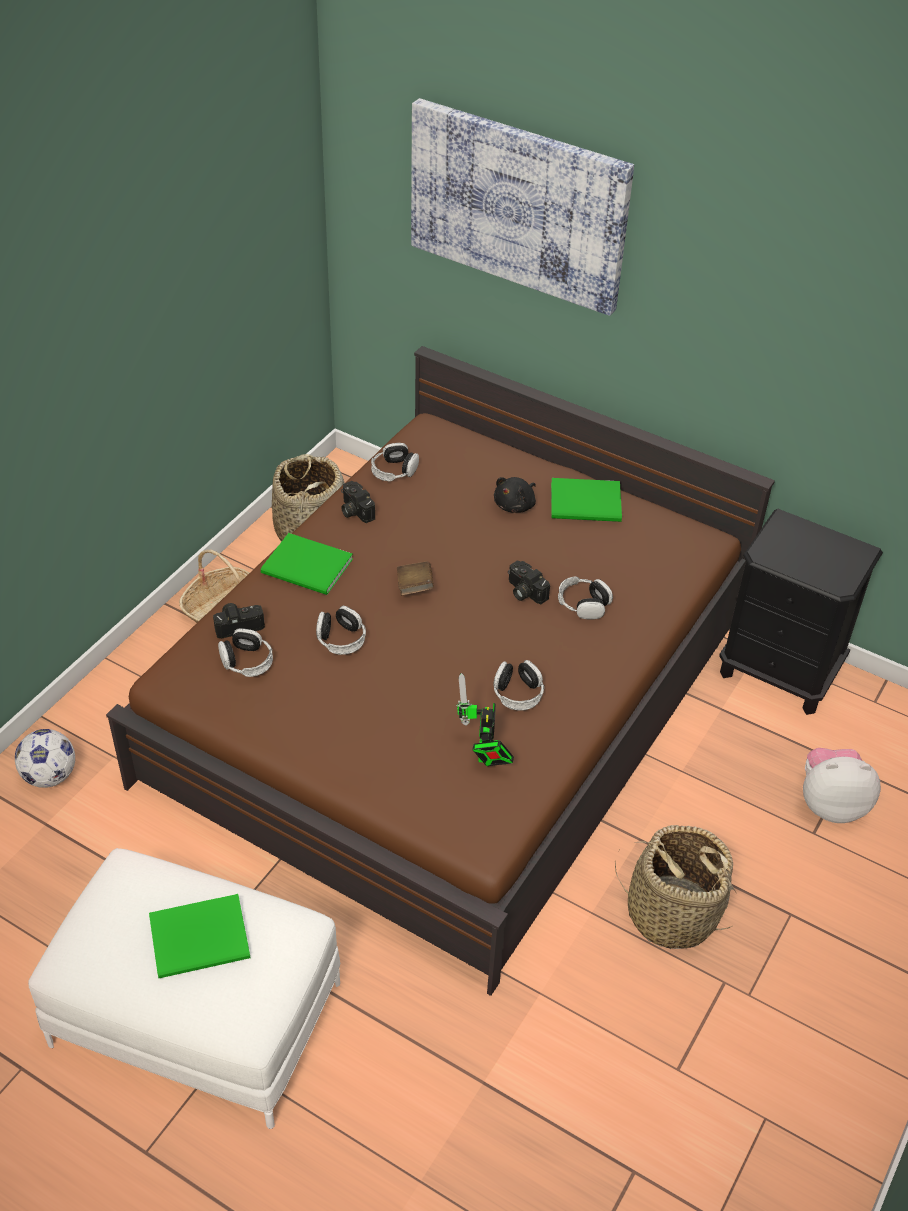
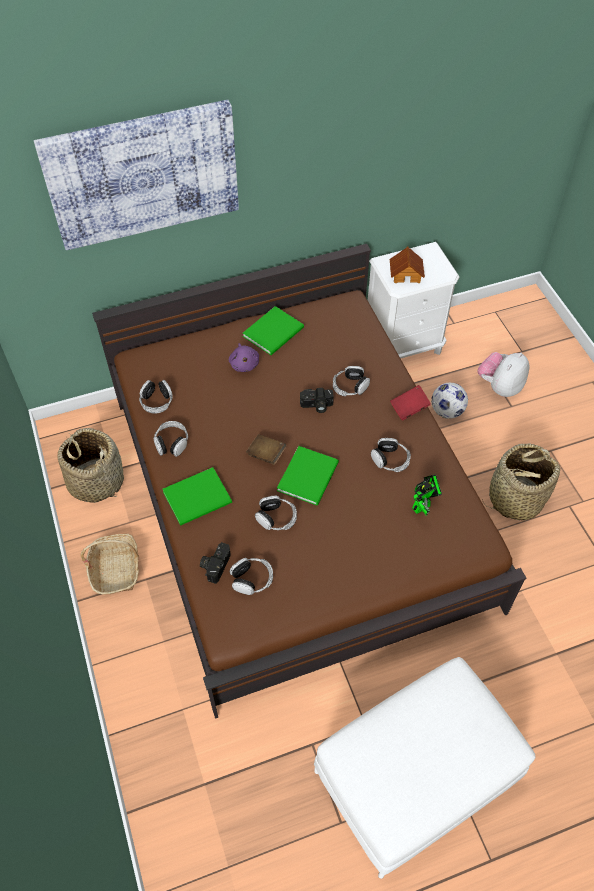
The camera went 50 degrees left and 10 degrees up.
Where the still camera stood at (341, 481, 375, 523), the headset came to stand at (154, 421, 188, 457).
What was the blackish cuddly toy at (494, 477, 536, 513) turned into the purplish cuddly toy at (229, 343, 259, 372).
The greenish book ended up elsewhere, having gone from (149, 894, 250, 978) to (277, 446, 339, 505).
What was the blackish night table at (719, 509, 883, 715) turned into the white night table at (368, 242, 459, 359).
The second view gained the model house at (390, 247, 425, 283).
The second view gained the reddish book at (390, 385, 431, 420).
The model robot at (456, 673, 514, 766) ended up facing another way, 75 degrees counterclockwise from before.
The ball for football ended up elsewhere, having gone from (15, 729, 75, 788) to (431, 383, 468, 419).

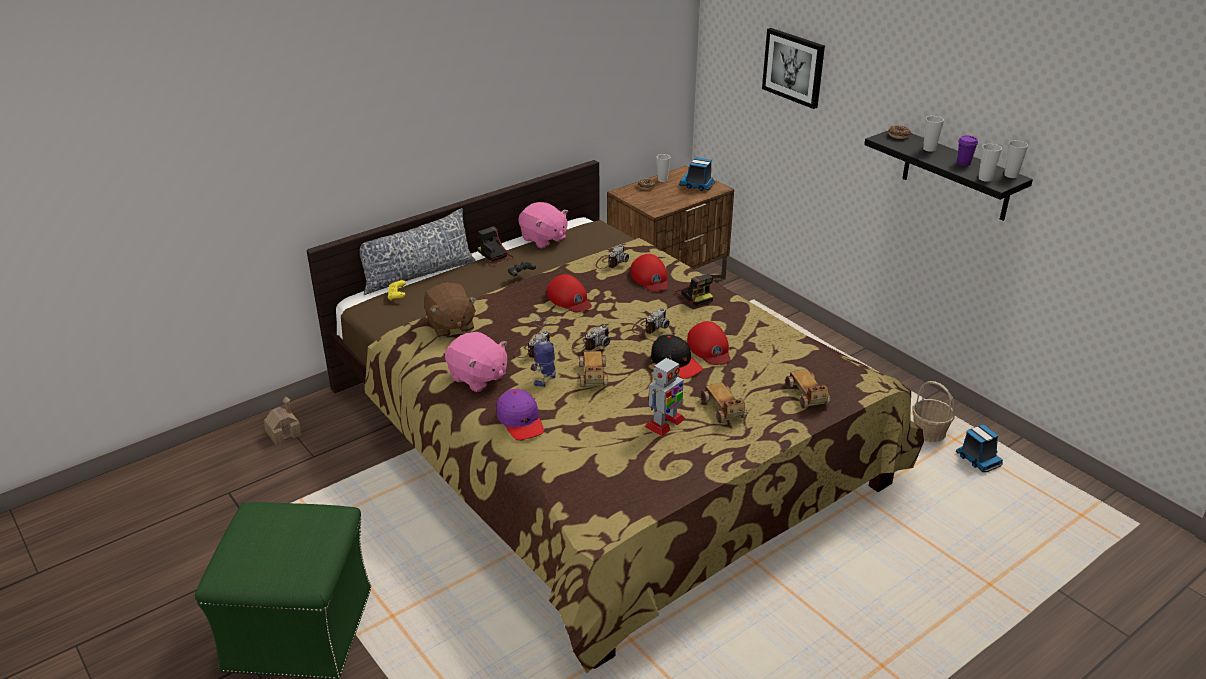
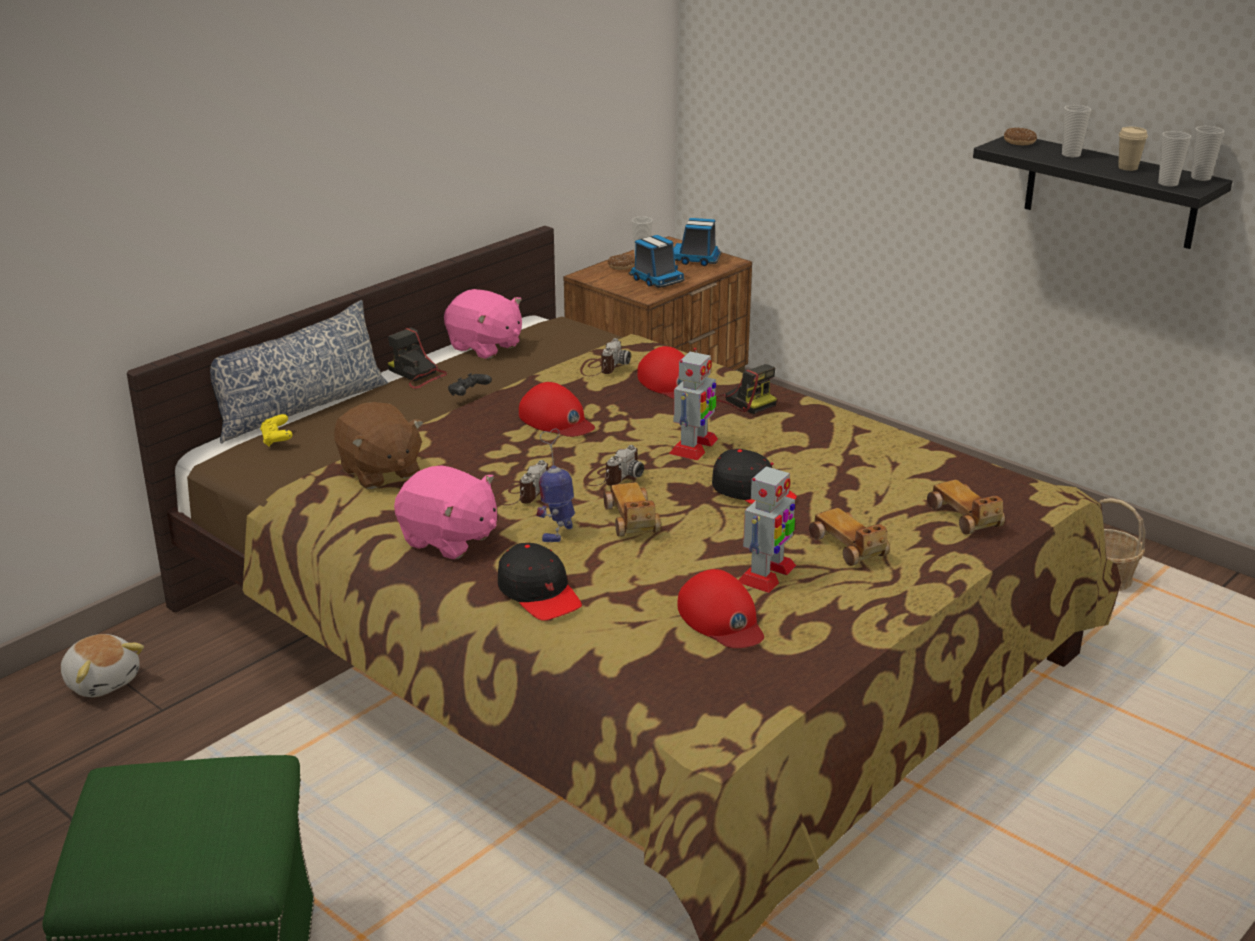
The camera went 10 degrees left and 5 degrees down.
Where the model house stood at (264, 396, 302, 446), the cuddly toy came to stand at (61, 634, 144, 697).
What was the purplish baseball cap at (497, 389, 544, 440) turned into the blackish baseball cap at (498, 543, 582, 621).
The toy truck ended up elsewhere, having gone from (956, 425, 1003, 472) to (629, 235, 684, 288).
Where the still camera stood at (632, 308, 670, 334), the model robot came to stand at (669, 348, 718, 461).
The reddish baseball cap ended up elsewhere, having gone from (687, 321, 731, 365) to (678, 569, 764, 648).
What was the purplish drinking cup at (957, 135, 978, 166) turned into the beige drinking cup at (1118, 127, 1148, 171).
The second view lost the wall art at (762, 28, 825, 109).

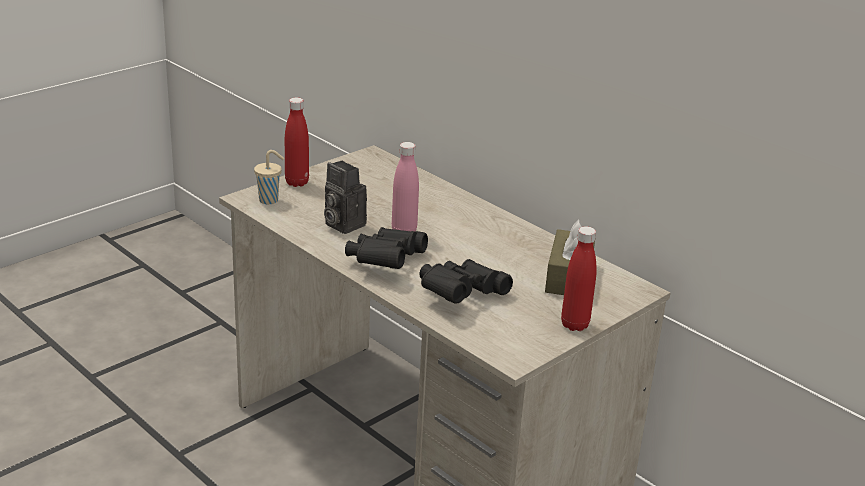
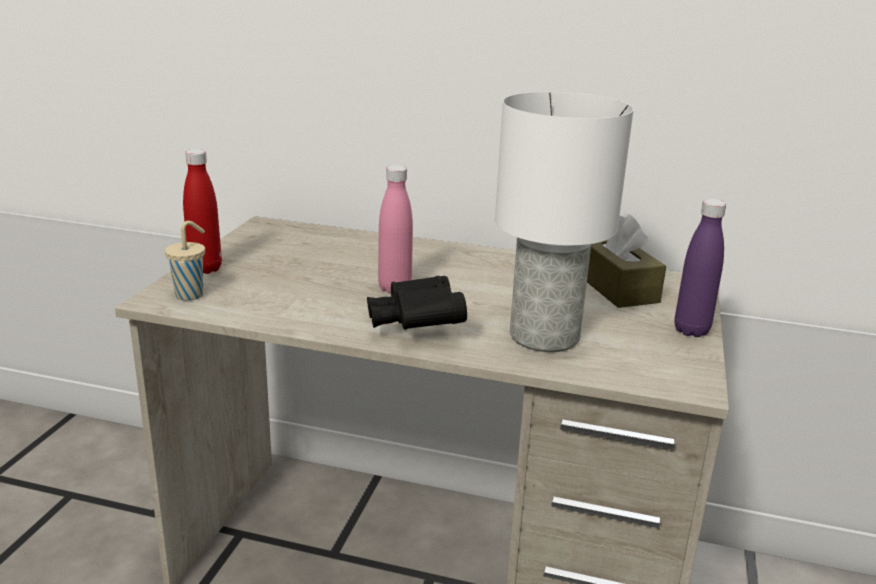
The camera went 30 degrees left and 5 degrees down.
Where the blackish pair of binoculars stood at (420, 259, 513, 304), the white table lamp came to stand at (495, 92, 634, 352).
What was the reddish bottle at (561, 226, 597, 331) turned into the purplish bottle at (674, 199, 726, 337).
The second view lost the still camera at (324, 161, 367, 234).

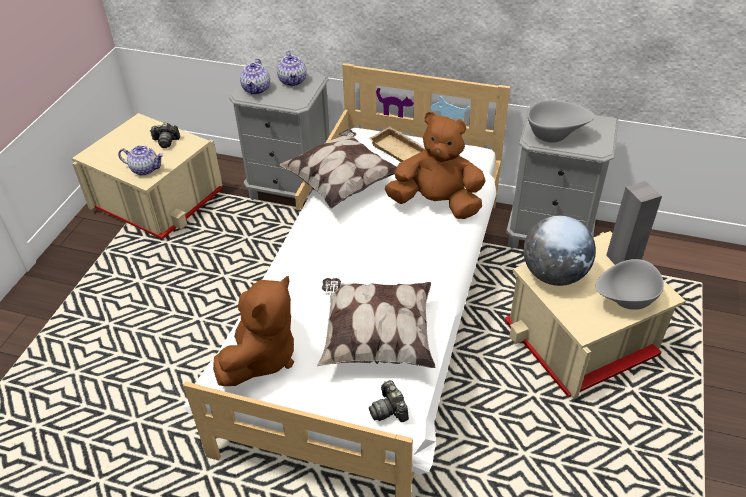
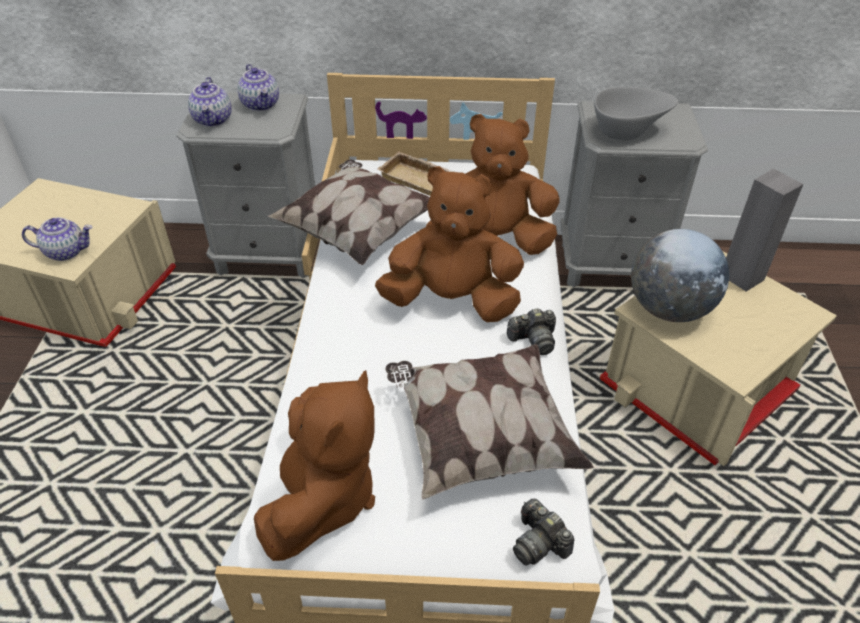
The camera went 15 degrees left and 0 degrees up.
The second view gained the brownish cuddly toy at (375, 166, 524, 322).
The still camera ended up elsewhere, having gone from (150, 123, 180, 148) to (507, 308, 556, 355).
The second view lost the grey serving bowl at (596, 259, 664, 310).

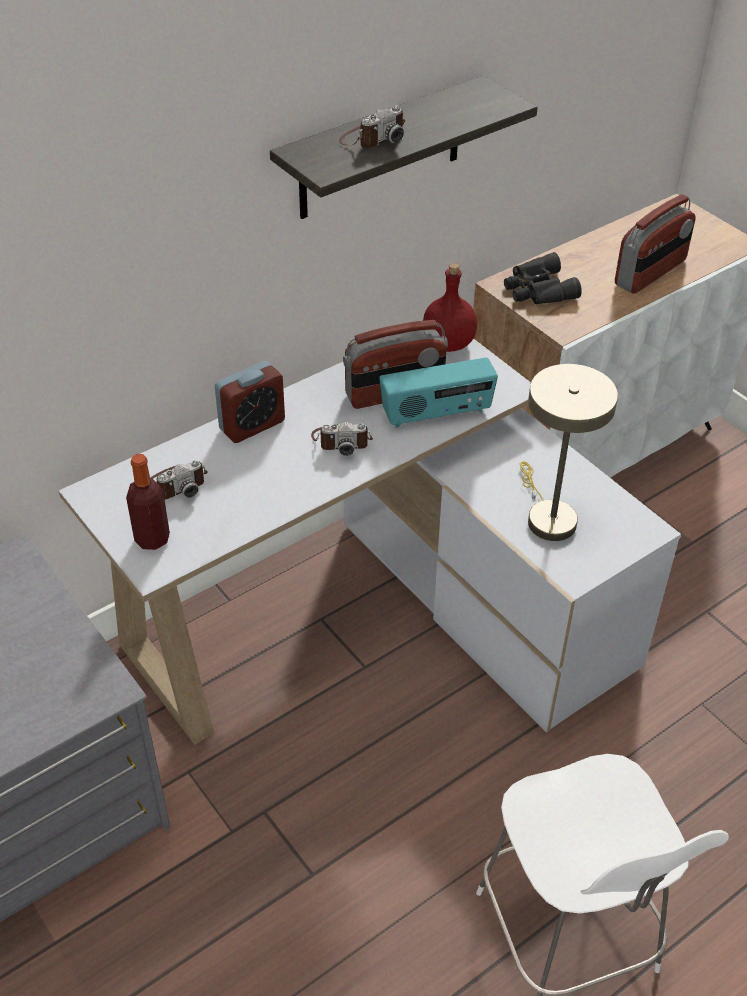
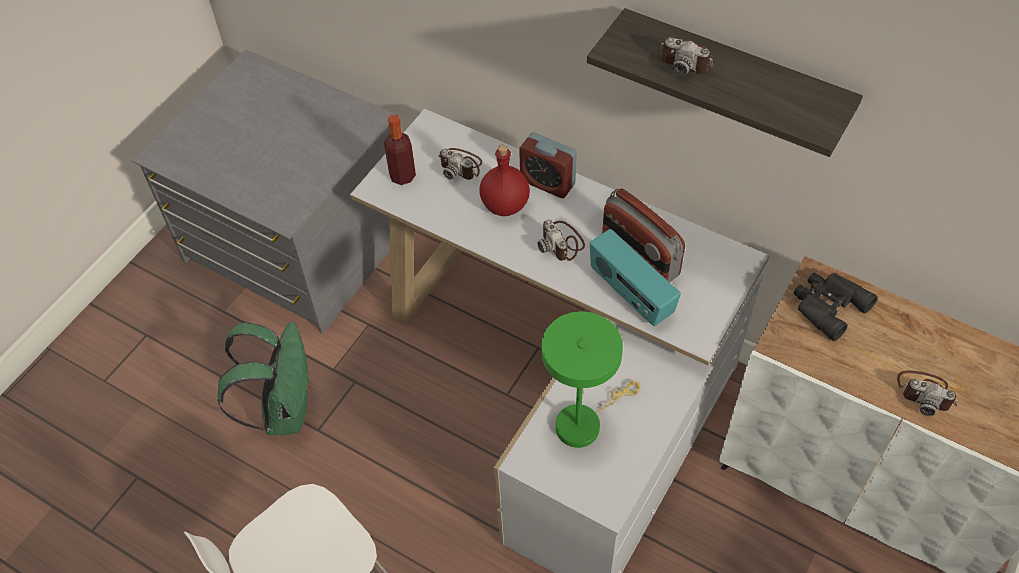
The camera went 70 degrees right and 10 degrees up.
The second view gained the greenish knapsack at (217, 322, 311, 435).
The reddish bottle ended up elsewhere, having gone from (423, 263, 477, 352) to (479, 145, 530, 216).
What was the beige table lamp at (520, 364, 618, 541) turned into the greenish table lamp at (542, 311, 640, 448).
Where the radio stood at (615, 194, 696, 294), the still camera came to stand at (897, 370, 957, 416).

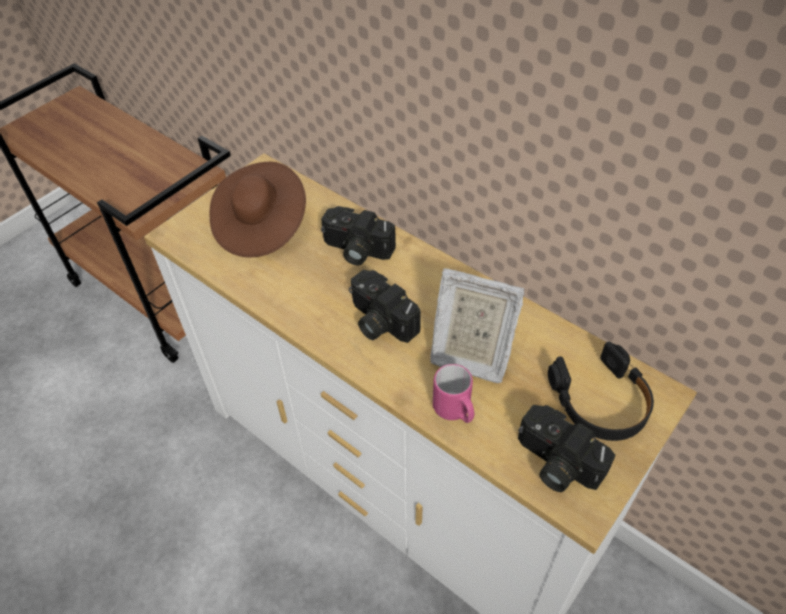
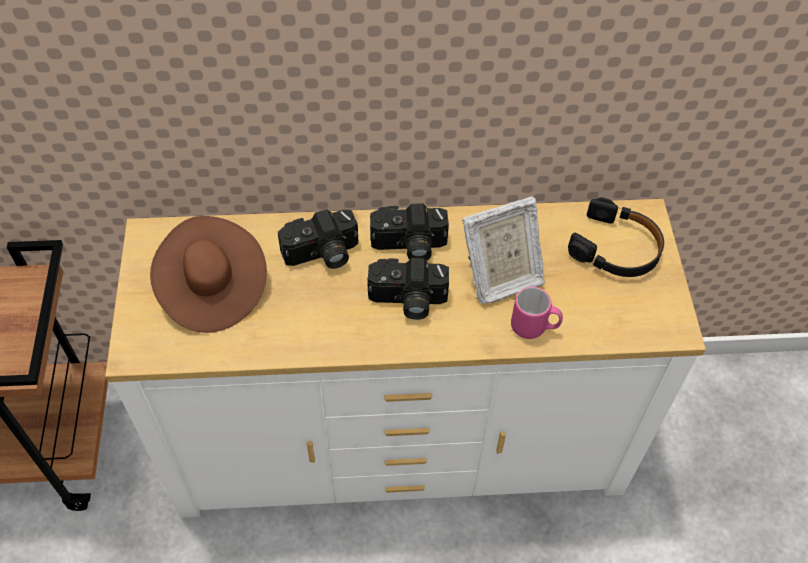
The camera went 45 degrees left and 5 degrees up.
The still camera ended up elsewhere, having gone from (518, 405, 616, 492) to (370, 203, 449, 261).

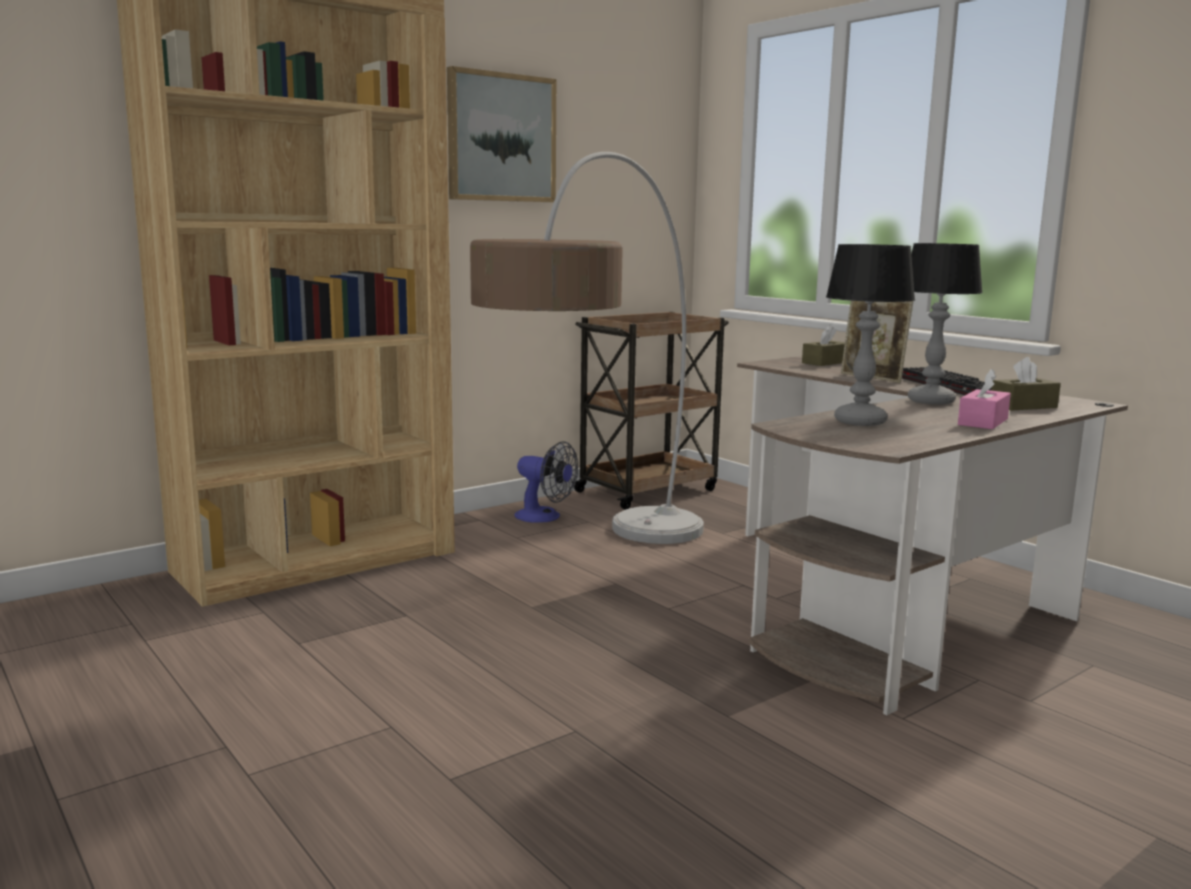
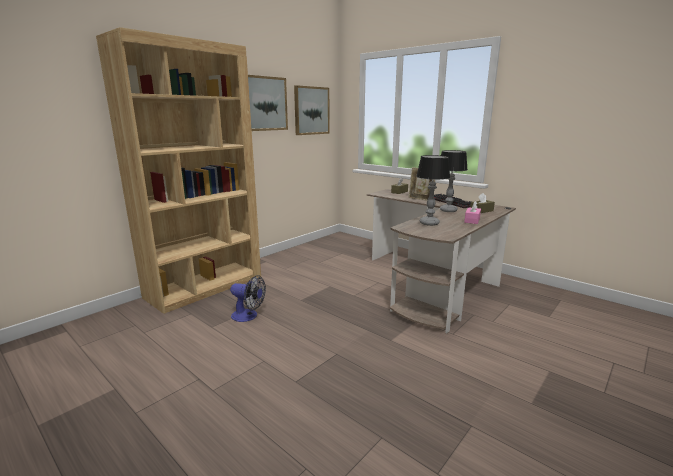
The camera went 10 degrees left and 5 degrees up.
The electric fan ended up elsewhere, having gone from (514, 441, 578, 523) to (230, 275, 266, 322).
The second view gained the wall art at (294, 85, 330, 135).
The second view lost the standard lamp at (470, 152, 704, 544).
The second view lost the brownish trolley at (574, 312, 729, 510).

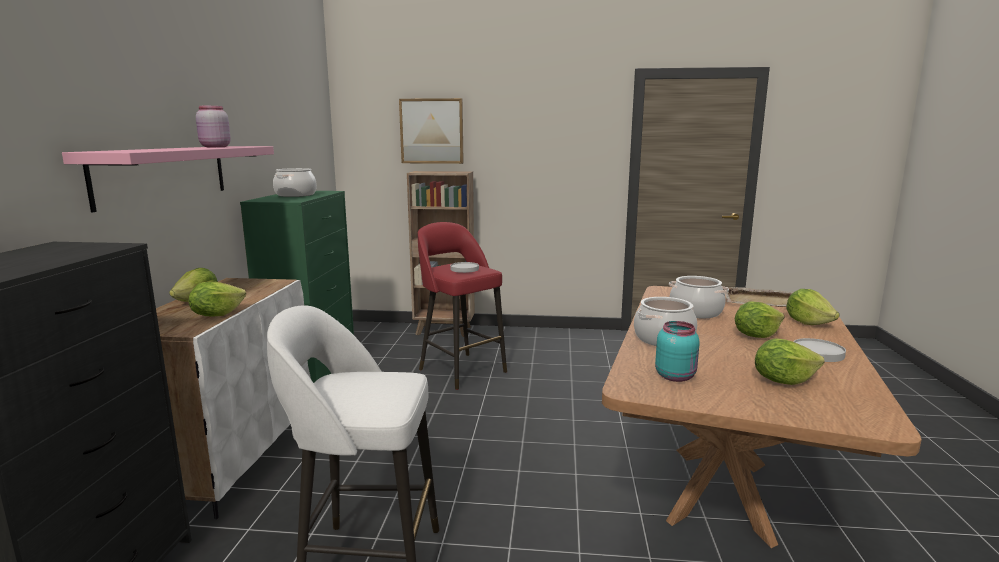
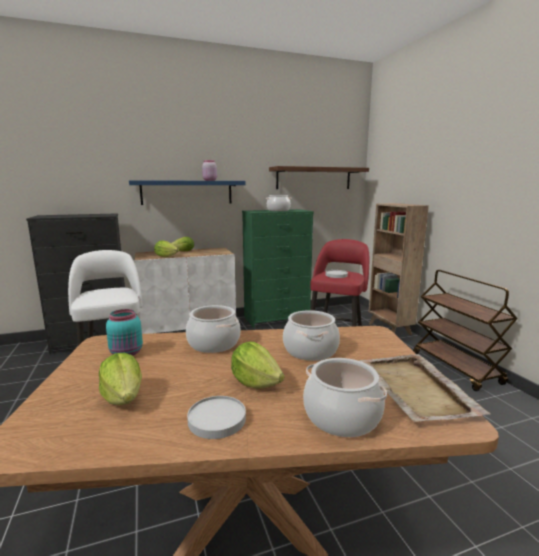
The camera went 65 degrees right and 0 degrees up.
What was the pinkish shelf at (62, 146, 274, 212) turned into the bluish shelf at (129, 180, 245, 205).
The second view gained the brownish shelf at (269, 166, 369, 189).
Where the head of lettuce stood at (786, 289, 840, 325), the cooking pot came to stand at (303, 358, 387, 437).
The second view gained the brownish trolley at (413, 270, 518, 391).
The second view lost the wall art at (399, 98, 464, 164).

